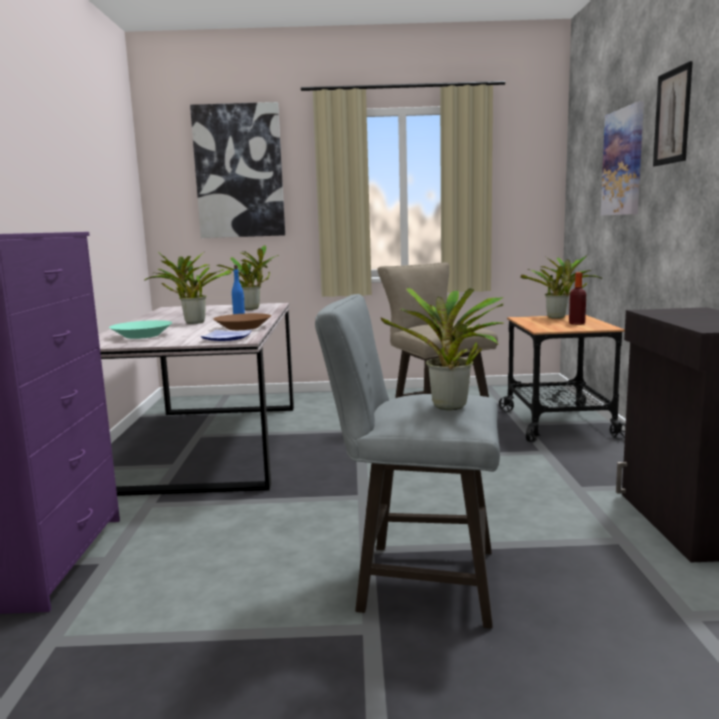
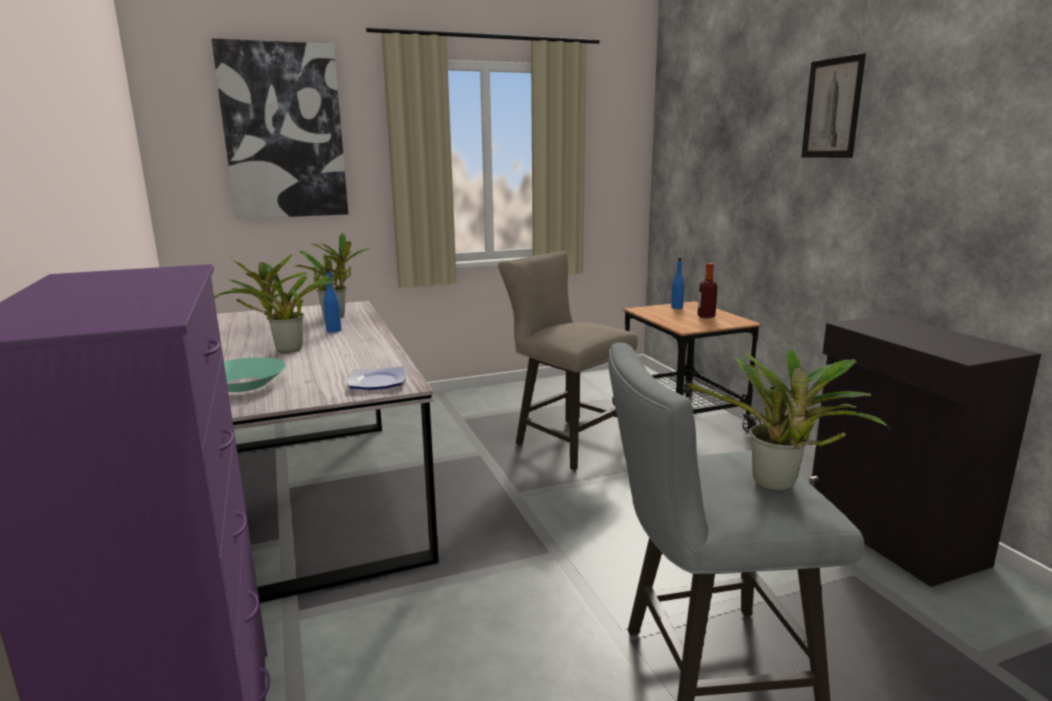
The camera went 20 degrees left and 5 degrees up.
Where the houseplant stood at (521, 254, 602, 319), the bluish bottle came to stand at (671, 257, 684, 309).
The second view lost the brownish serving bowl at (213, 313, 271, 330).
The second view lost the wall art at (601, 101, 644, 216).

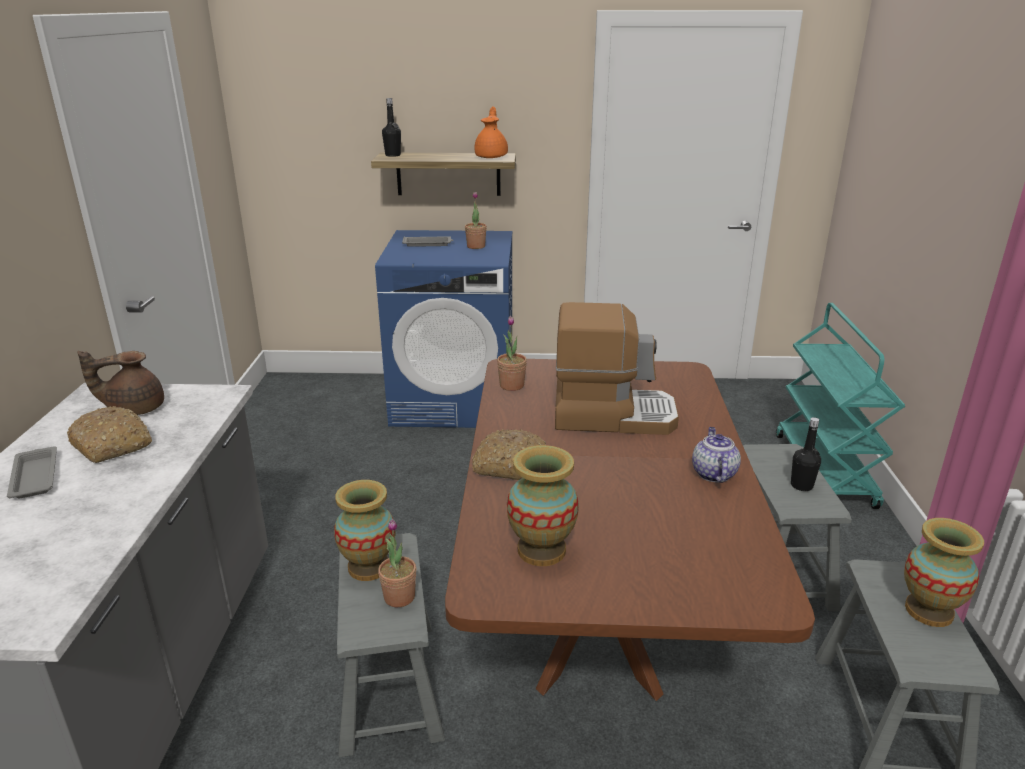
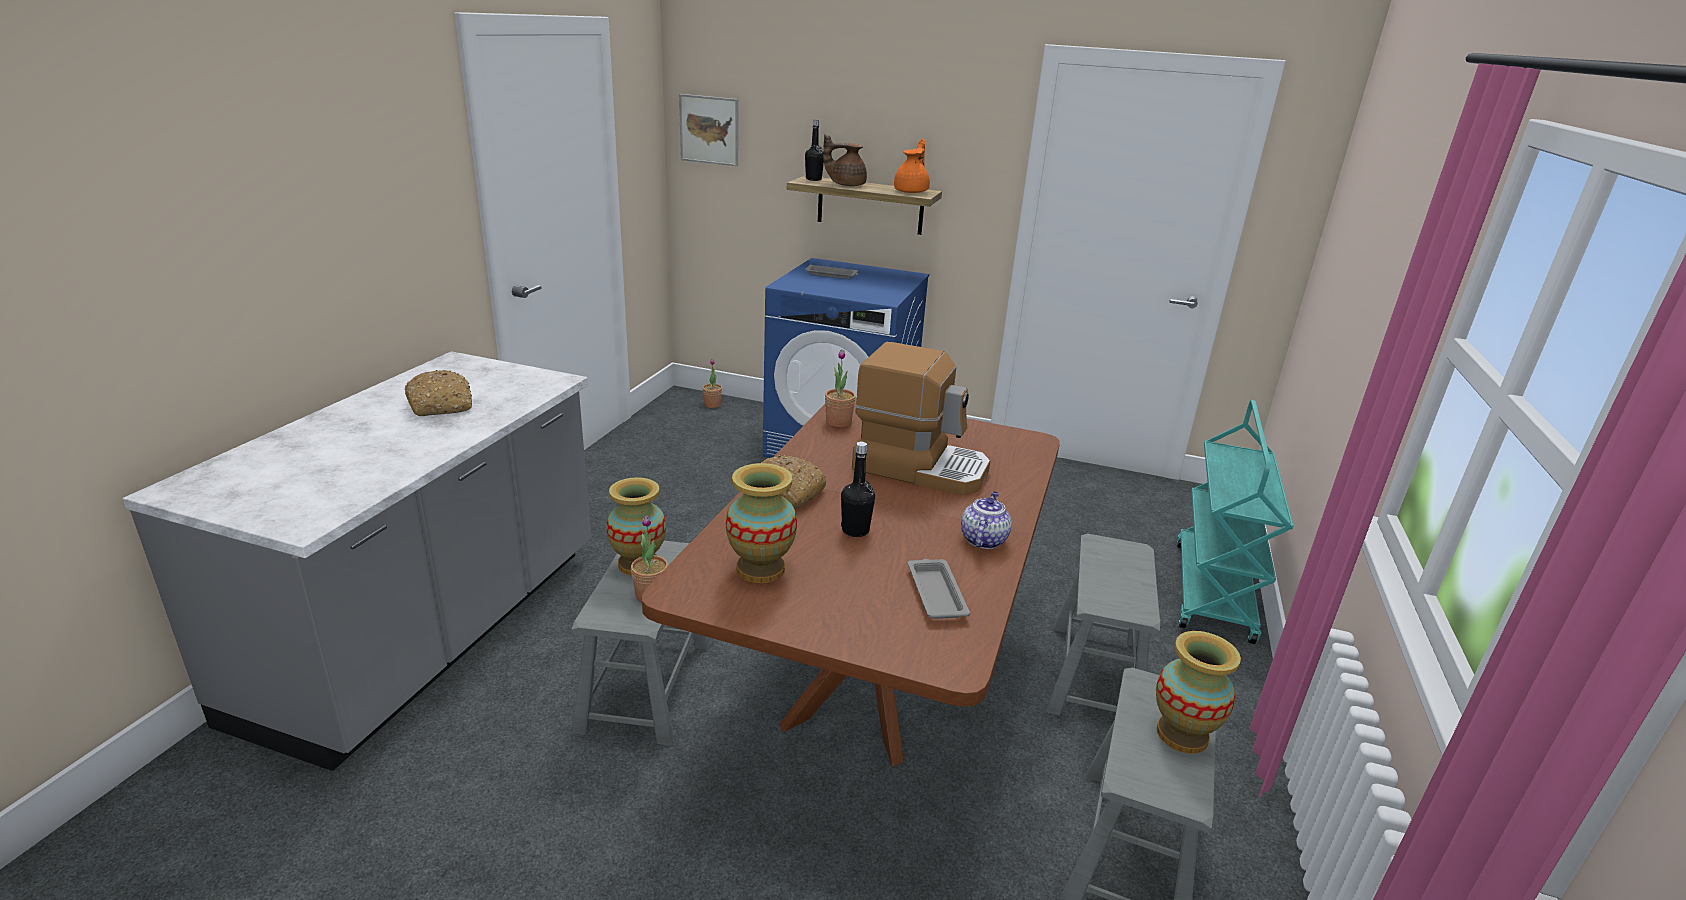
The camera went 15 degrees right and 0 degrees up.
The second view gained the wall art at (679, 94, 738, 166).
The houseplant ended up elsewhere, having gone from (465, 192, 487, 249) to (703, 359, 722, 408).
The brownish teapot ended up elsewhere, having gone from (77, 351, 164, 415) to (823, 134, 867, 186).
The blackish bottle ended up elsewhere, having gone from (791, 417, 821, 491) to (841, 442, 875, 537).
The grey tray ended up elsewhere, having gone from (7, 446, 57, 498) to (908, 559, 970, 619).

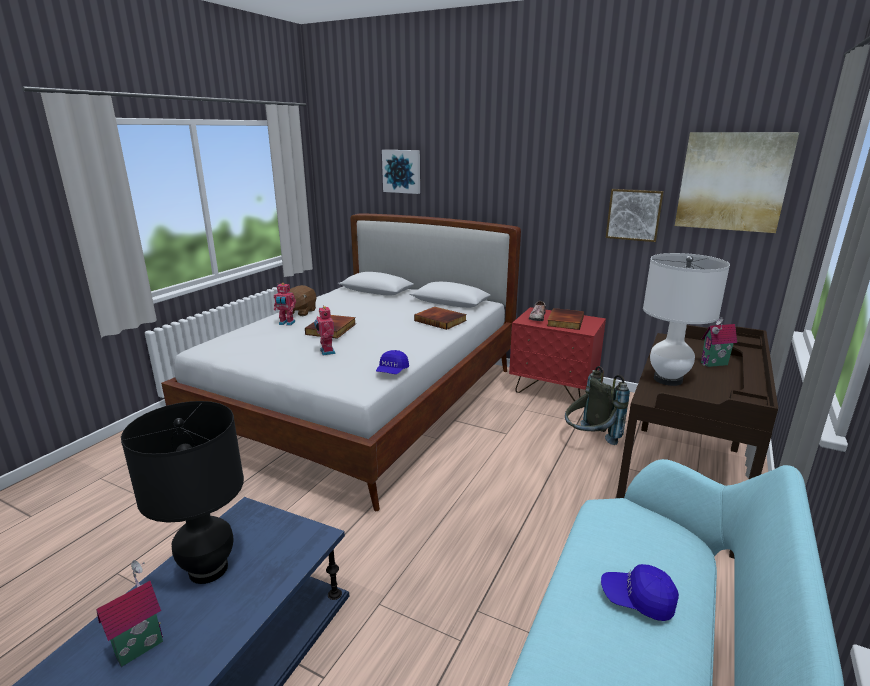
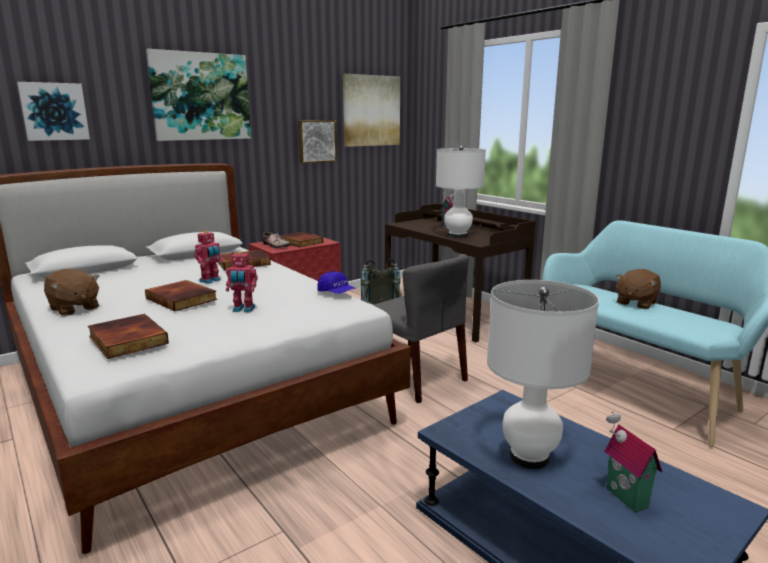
The camera went 65 degrees left and 5 degrees down.
The second view gained the book at (88, 314, 169, 359).
The second view gained the wall art at (146, 49, 251, 141).
The model robot ended up elsewhere, having gone from (274, 283, 296, 326) to (194, 231, 223, 284).
The second view gained the grey chair at (374, 254, 469, 403).
What was the blackish table lamp at (121, 401, 244, 584) turned into the white table lamp at (487, 280, 599, 469).
Where the bluish baseball cap stood at (601, 564, 679, 621), the brownish cuddly toy came to stand at (616, 269, 661, 309).

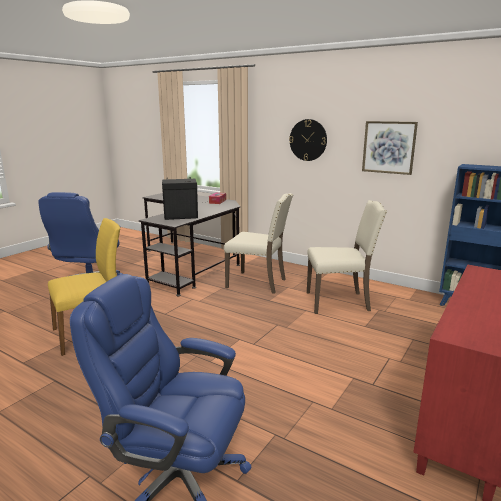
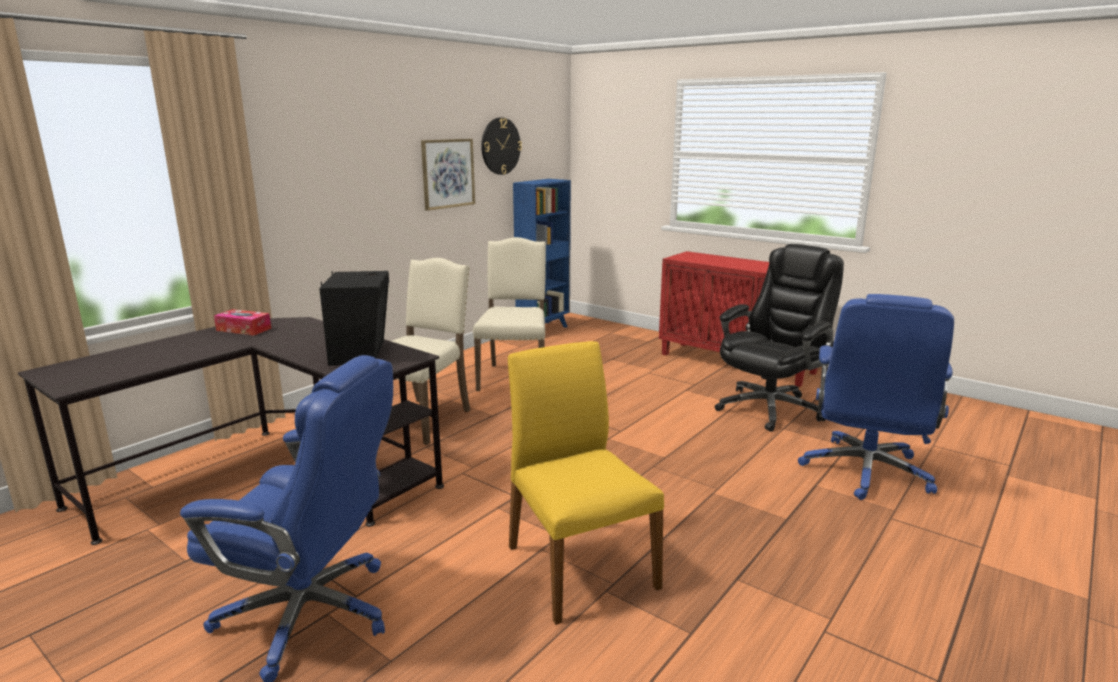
The camera went 85 degrees left and 0 degrees up.
The hanging clock ended up elsewhere, having gone from (289, 119, 327, 161) to (481, 118, 522, 175).
The second view gained the blackish office chair at (714, 244, 844, 432).

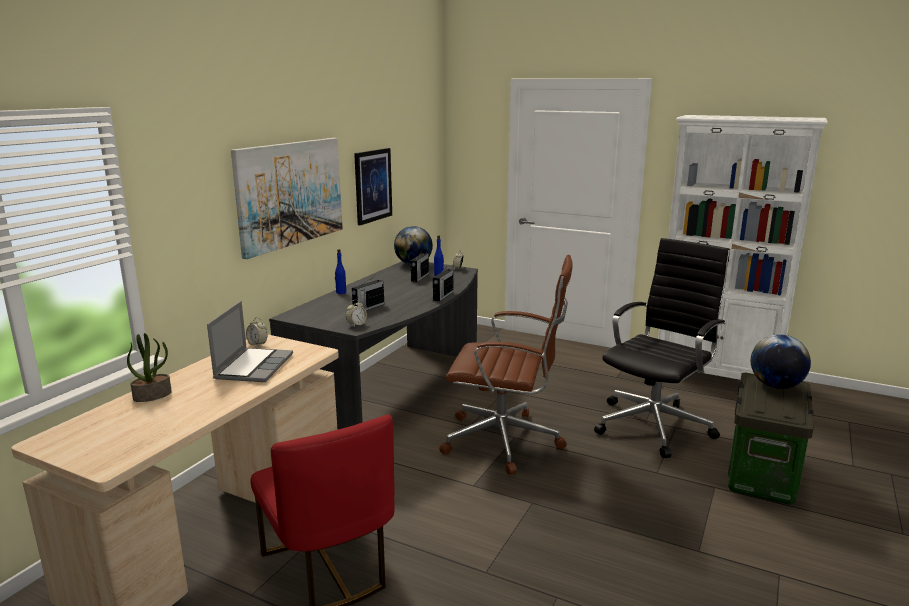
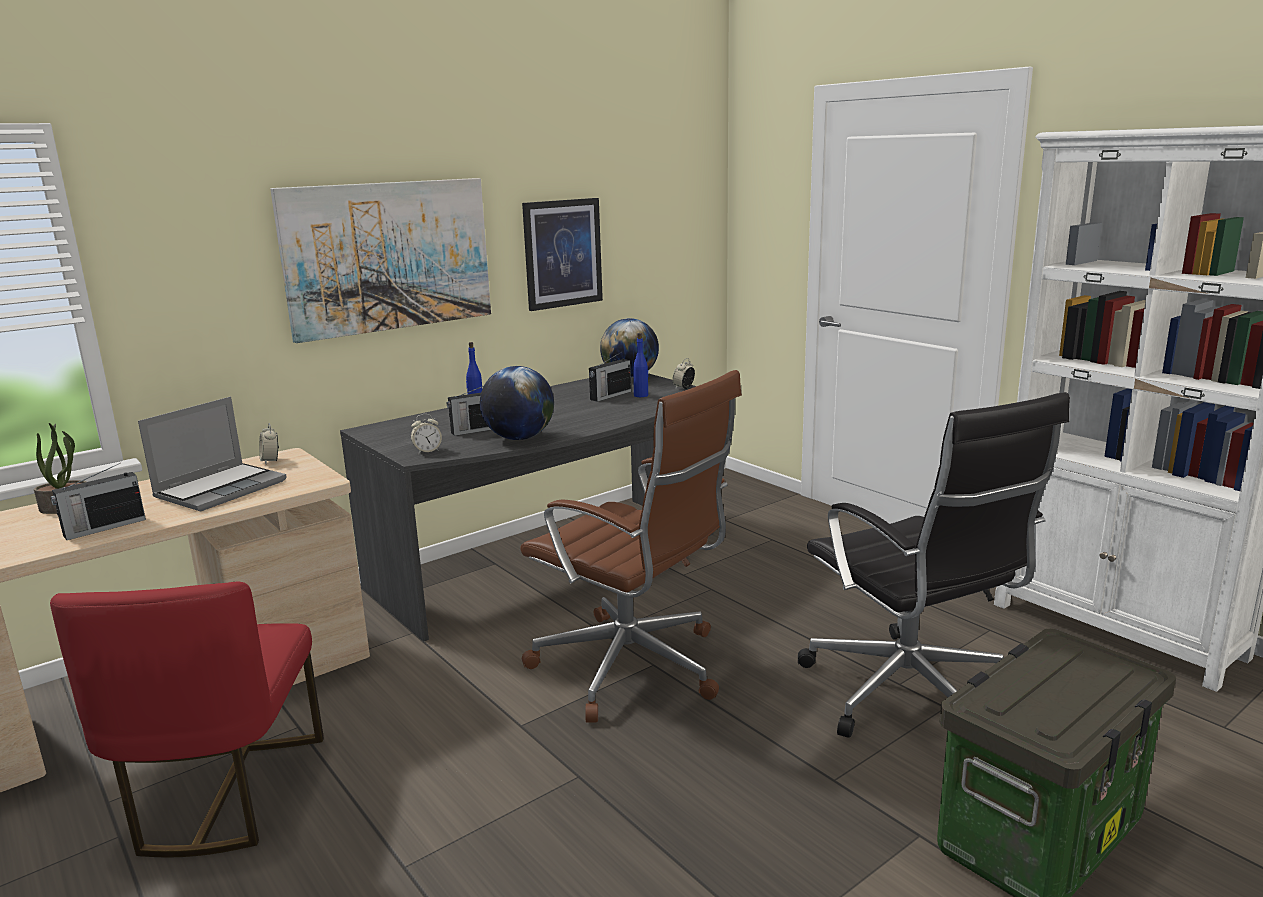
The camera went 25 degrees right and 0 degrees up.
The radio ended up elsewhere, having gone from (433, 265, 454, 301) to (51, 463, 146, 540).
The globe ended up elsewhere, having gone from (751, 334, 811, 389) to (480, 366, 554, 440).
The blackish office chair at (594, 238, 730, 458) ended up facing another way, 90 degrees clockwise from before.

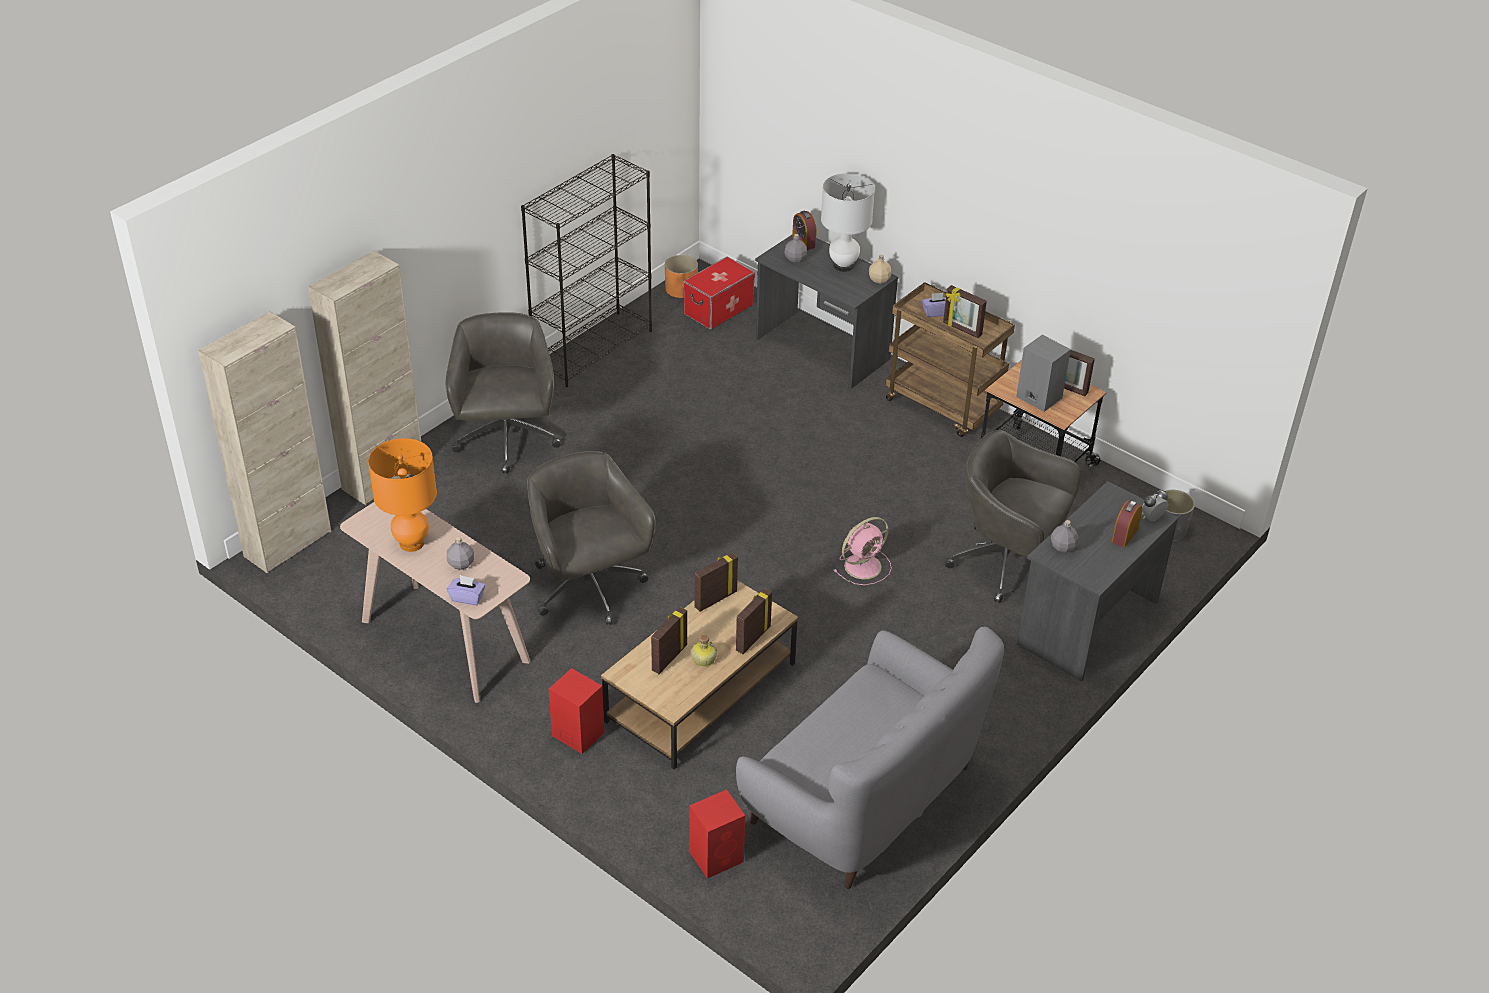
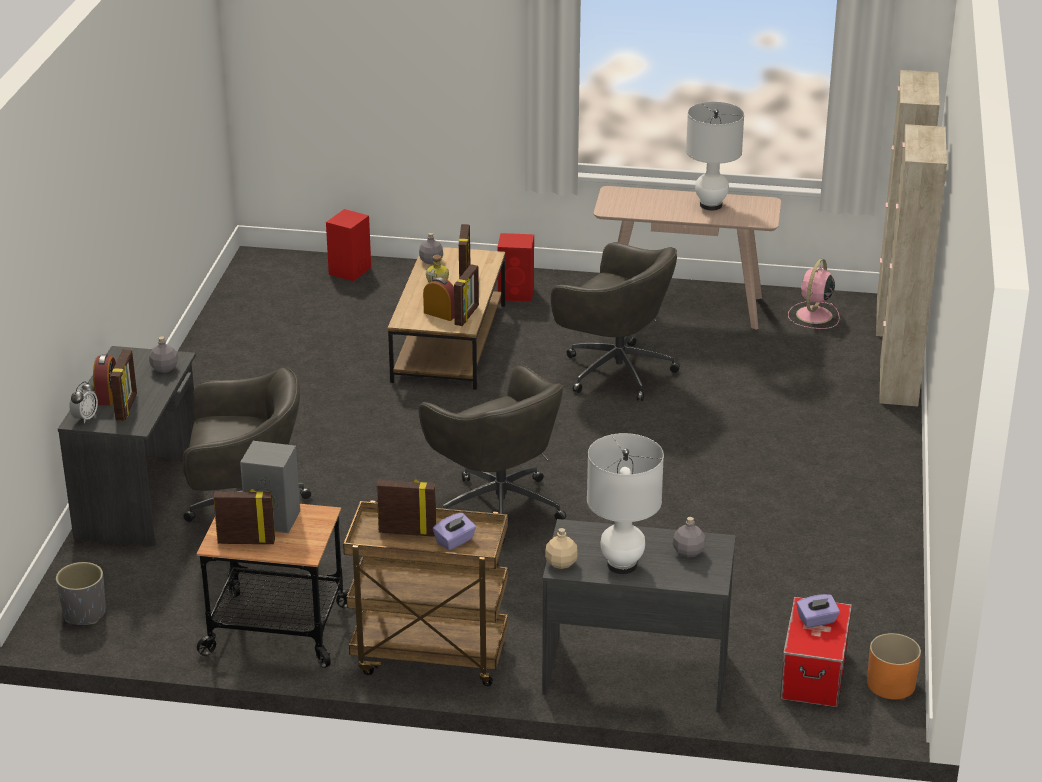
The camera went 150 degrees right and 10 degrees down.
The photo frame ended up elsewhere, having gone from (736, 589, 772, 654) to (110, 349, 137, 421).
The grey bottle ended up elsewhere, having gone from (447, 537, 474, 570) to (419, 233, 443, 265).
The grey office chair ended up elsewhere, having gone from (446, 312, 561, 474) to (419, 366, 566, 545).
The table clock ended up elsewhere, having gone from (792, 211, 817, 250) to (423, 277, 454, 321).
What was the orange-coloured table lamp at (368, 438, 437, 552) turned into the white table lamp at (686, 102, 744, 210).
The pinkish electric fan ended up elsewhere, having gone from (834, 517, 892, 585) to (788, 259, 839, 329).
The purplish box of tissues ended up elsewhere, having gone from (447, 575, 486, 605) to (796, 594, 840, 628).
The second view lost the blackish bookshelf at (521, 154, 652, 387).
The second view lost the grey settee at (736, 627, 1004, 889).

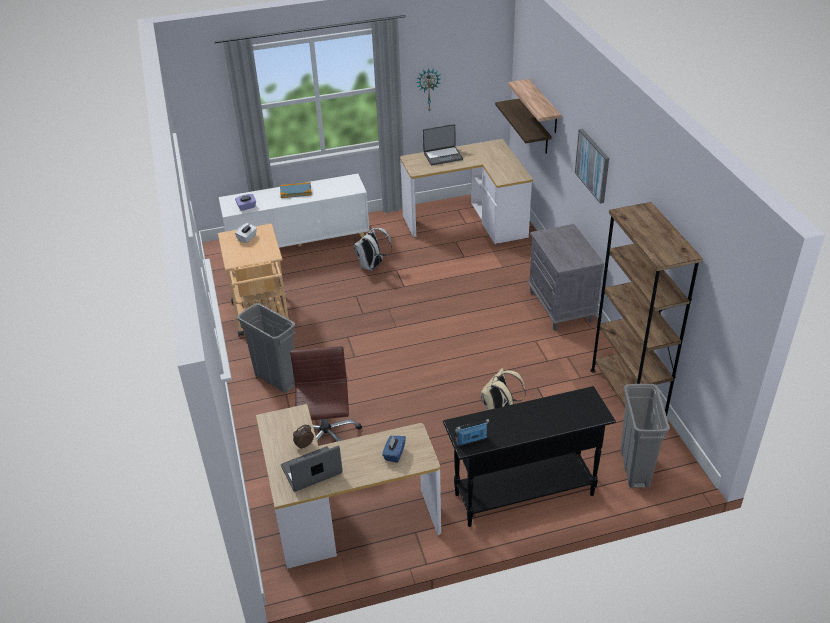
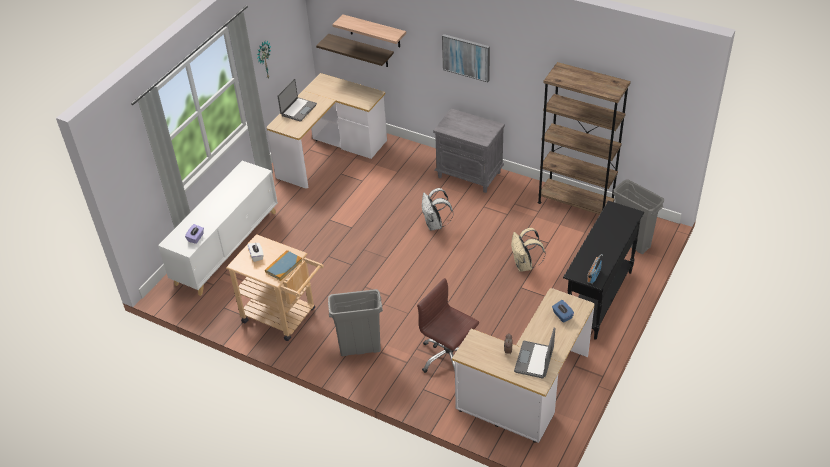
The camera went 45 degrees left and 5 degrees up.
The book ended up elsewhere, having gone from (280, 182, 312, 198) to (265, 250, 302, 281).
The white knapsack ended up elsewhere, having gone from (354, 228, 392, 271) to (422, 188, 453, 231).

